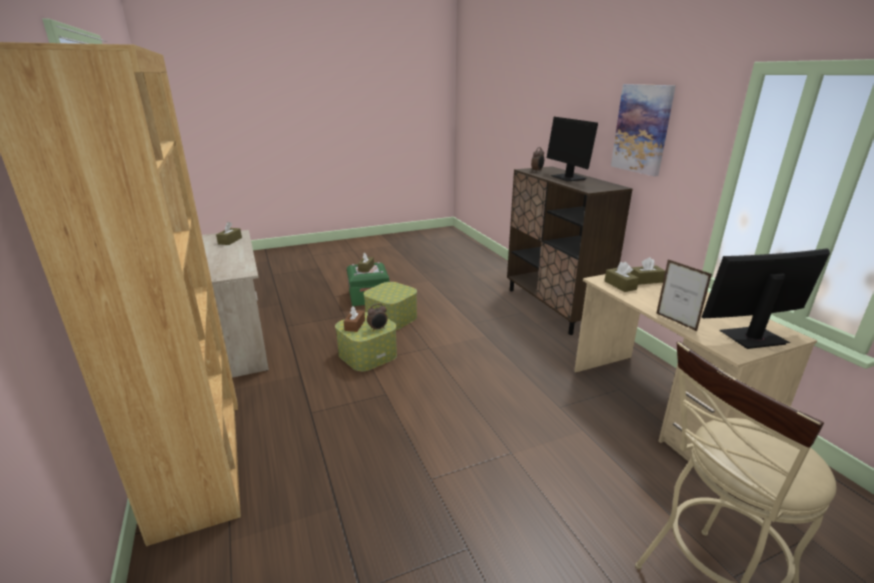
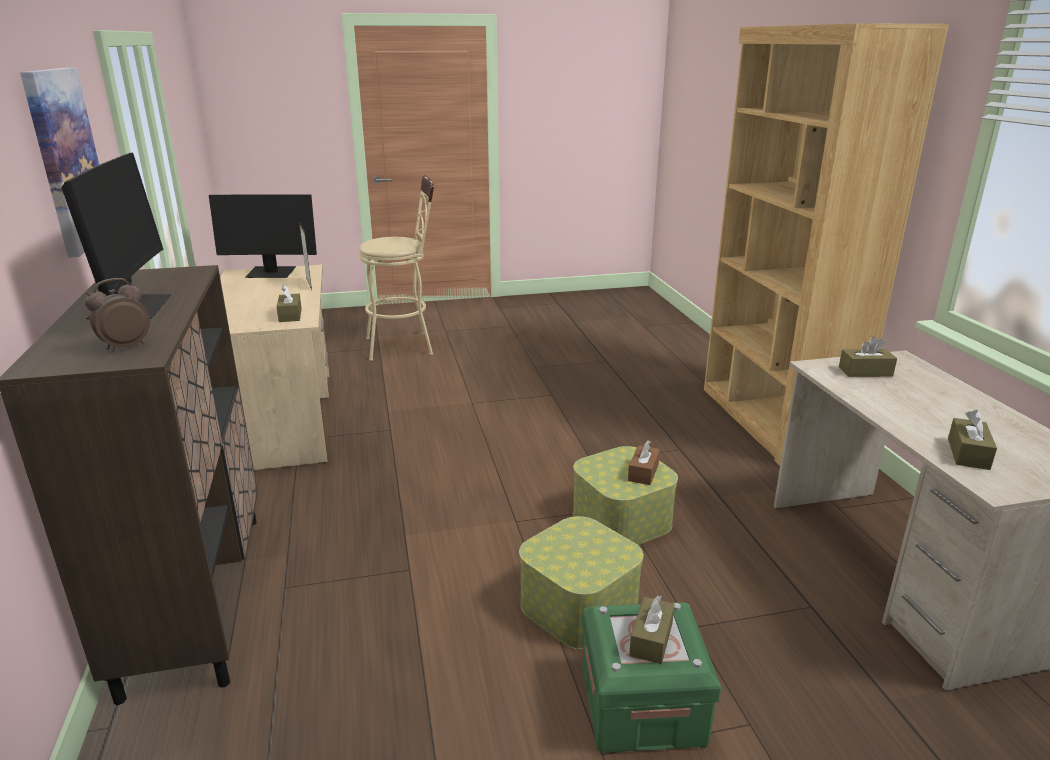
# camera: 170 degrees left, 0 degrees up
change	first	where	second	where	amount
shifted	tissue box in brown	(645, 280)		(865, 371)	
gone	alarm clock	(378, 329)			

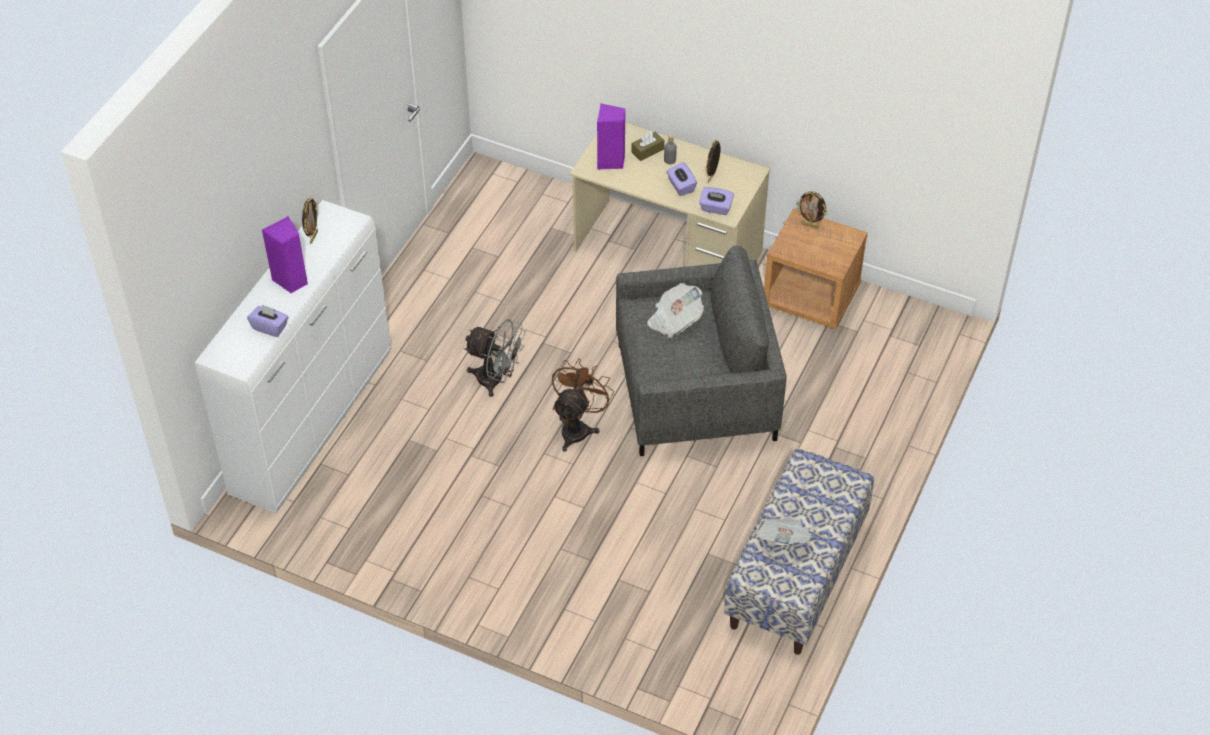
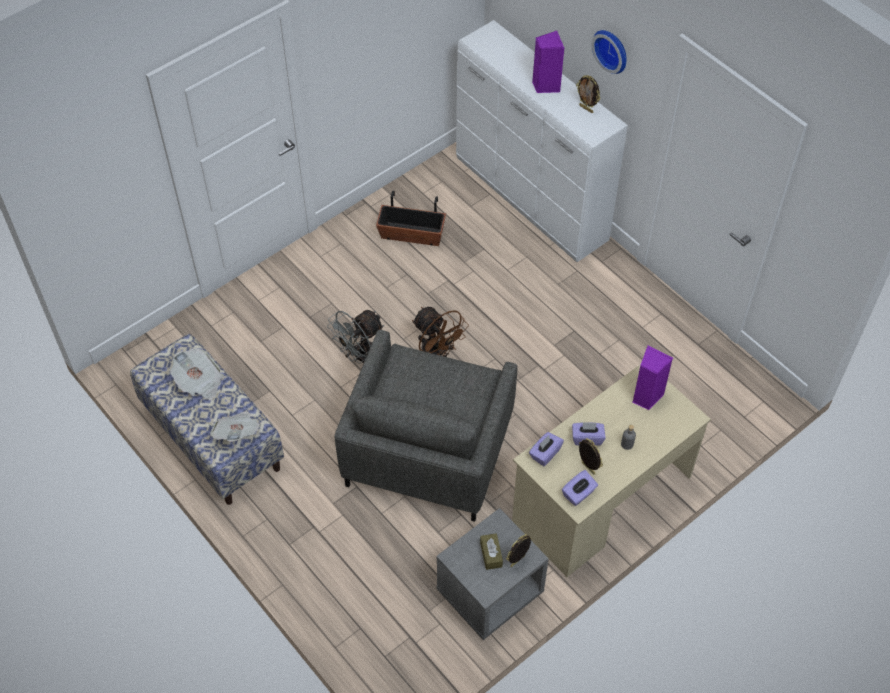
# camera: 115 degrees right, 5 degrees up
change	first	where	second	where	amount
shifted	tissue box in brown	(647, 150)		(491, 554)	
repainted	nightstand in brown	(811, 297)	nightstand in grey	(489, 593)	
shifted	newspaper	(674, 320)		(237, 433)	
shifted	tissue box in purple	(270, 327)		(579, 494)	
shifted	fan in grey	(496, 380)		(360, 357)	
new			wall clock	(612, 50)	
new			planter	(411, 234)	

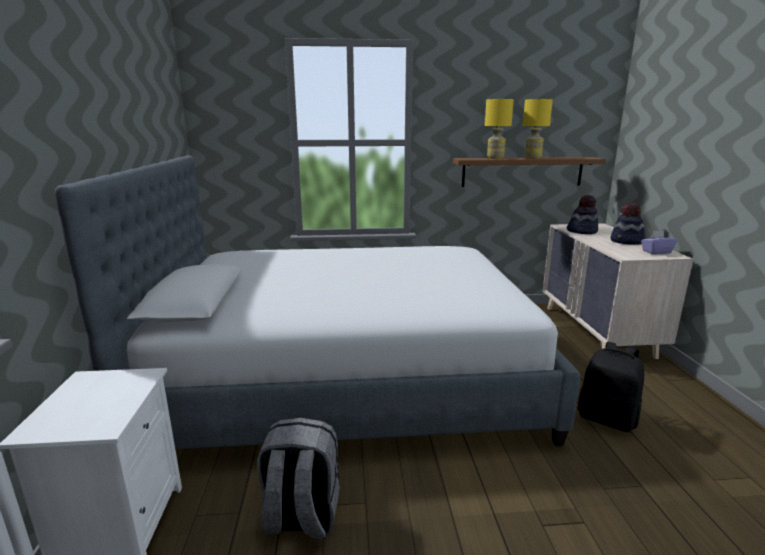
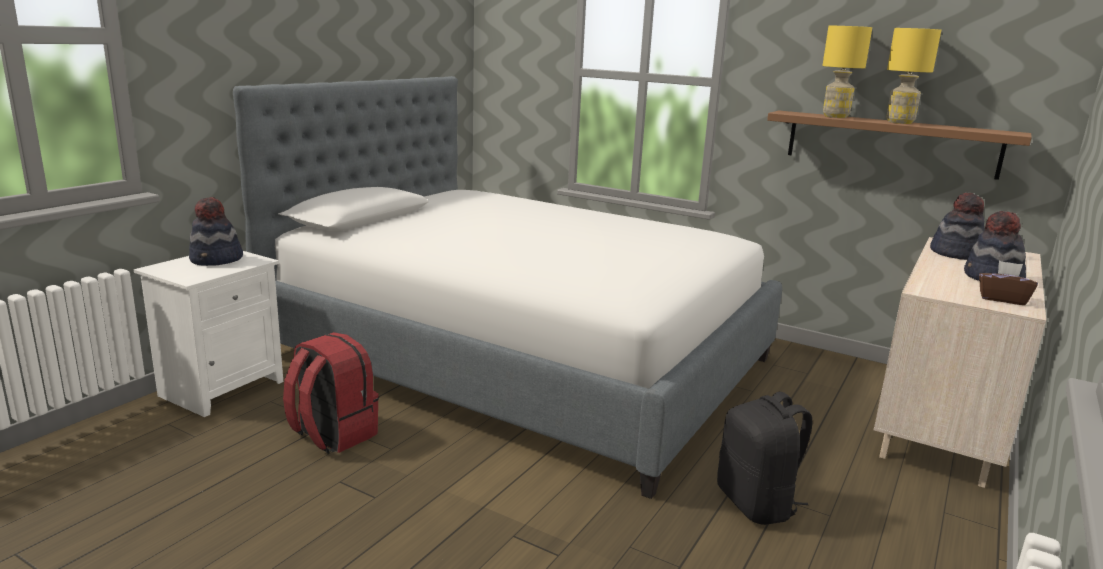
# camera: 35 degrees right, 0 degrees up
change	first	where	second	where	amount
repainted	tissue box in purple	(656, 252)	tissue box in brown	(1002, 299)	
repainted	backpack in grey	(301, 517)	backpack in red	(332, 435)	
new			hat	(217, 260)	

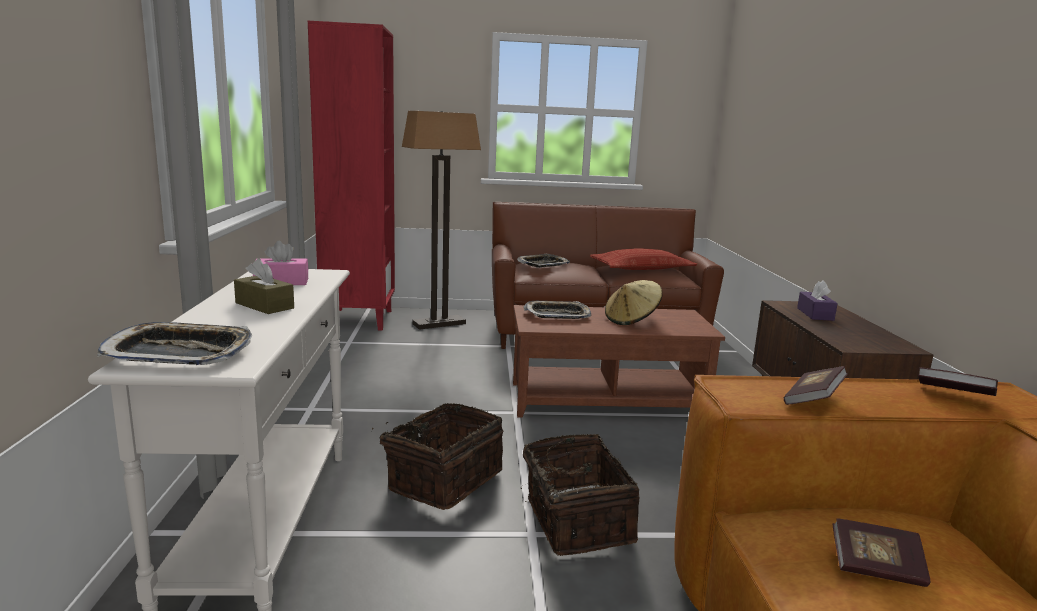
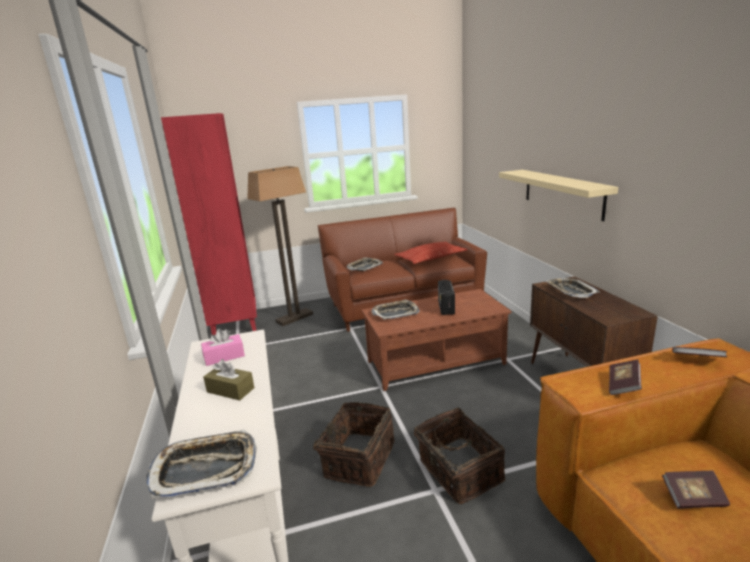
# camera: 10 degrees left, 5 degrees up
change	first	where	second	where	amount
swapped	hat in beige	(632, 320)	radio	(446, 308)	
swapped	tissue box in purple	(815, 314)	tray	(571, 291)	
new			shelf in beige	(562, 193)	

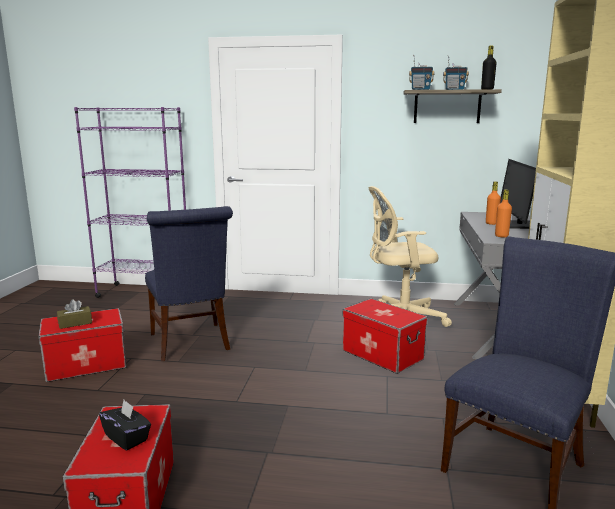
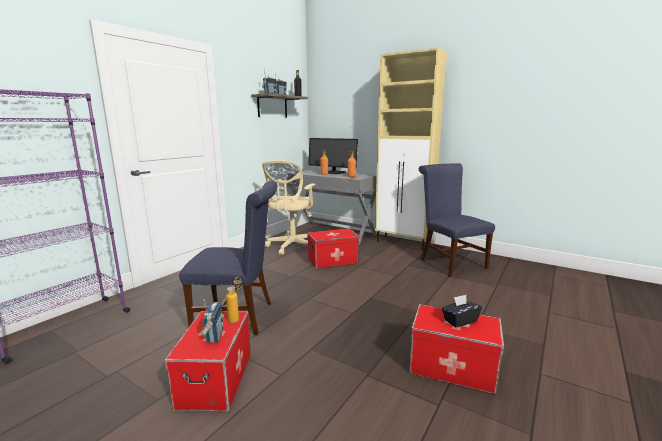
# camera: 65 degrees left, 0 degrees up
change	first	where	second	where	amount
swapped	tissue box in brown	(75, 323)	radio	(214, 336)	
new			bottle	(236, 318)	

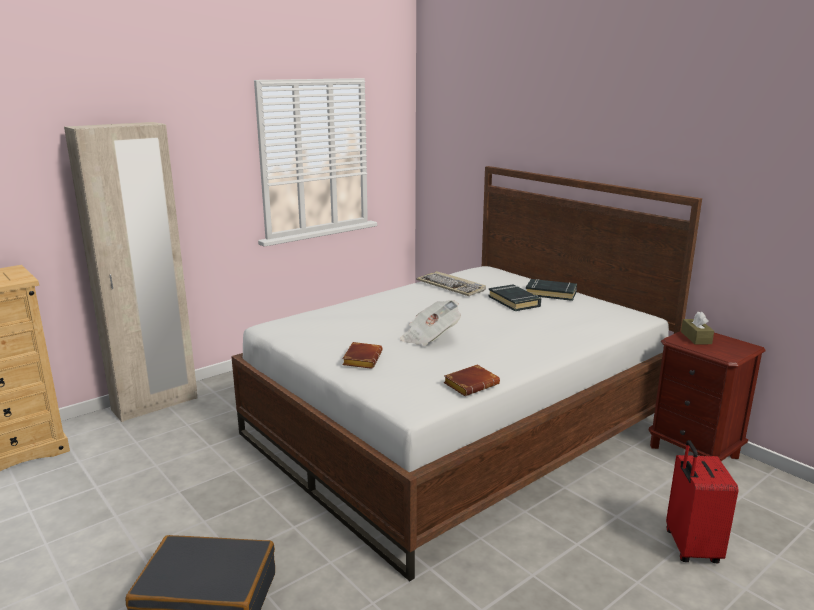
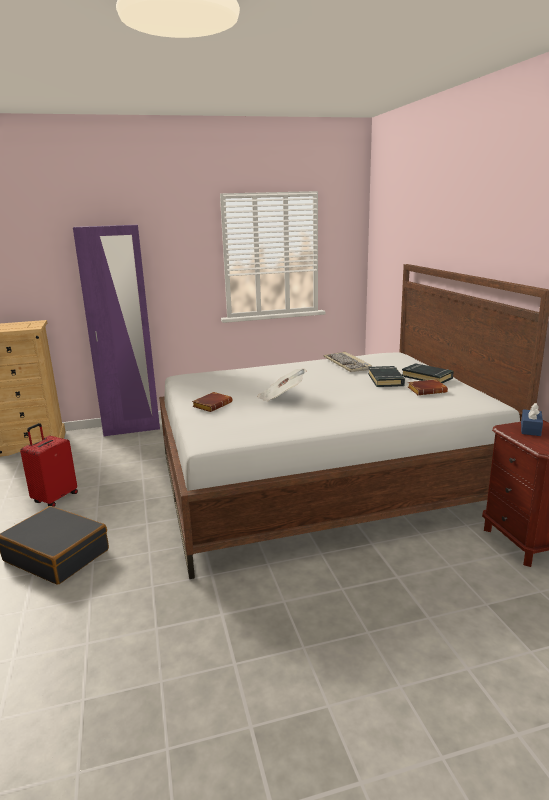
# camera: 25 degrees right, 0 degrees up
change	first	where	second	where	amount
repainted	wardrobe in beige	(155, 404)	wardrobe in purple	(131, 429)	
repainted	tissue box in brown	(696, 338)	tissue box in blue	(530, 429)	
shifted	book in brown	(471, 384)		(427, 390)	
shifted	suitcase in red	(690, 548)		(55, 498)	

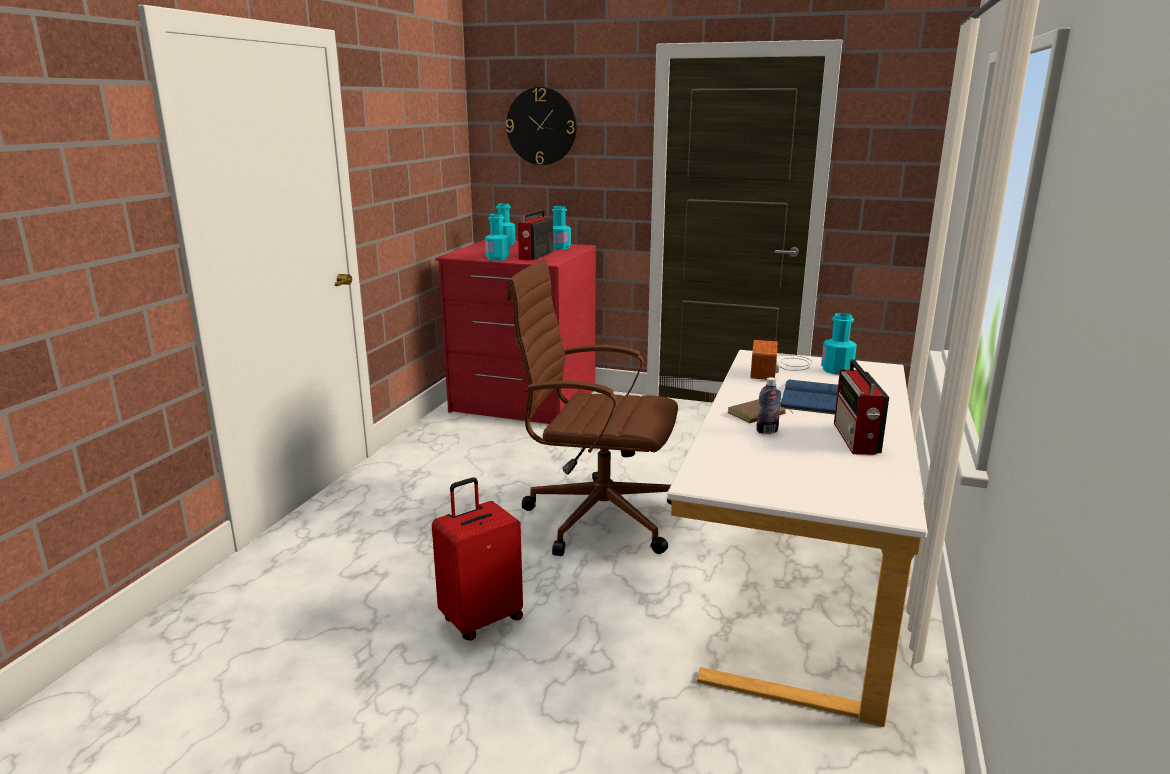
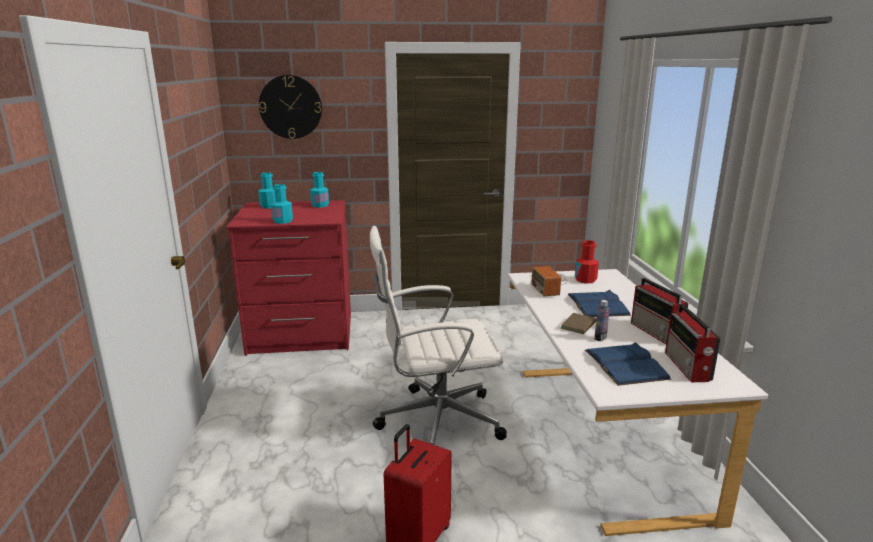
# camera: 25 degrees left, 0 degrees up
change	first	where	second	where	amount
shifted	radio	(535, 256)		(687, 367)	
repainted	office chair in brown	(597, 517)	office chair in white	(436, 421)	
repainted	bottle in turquoise	(837, 370)	bottle in red	(585, 280)	
new			book in blue	(625, 364)	

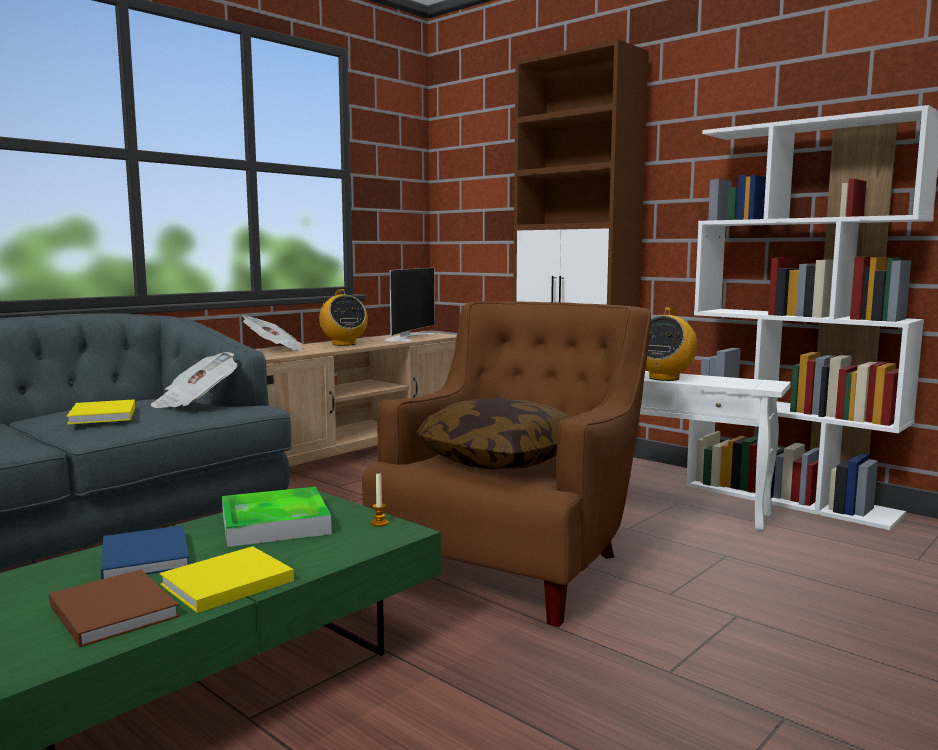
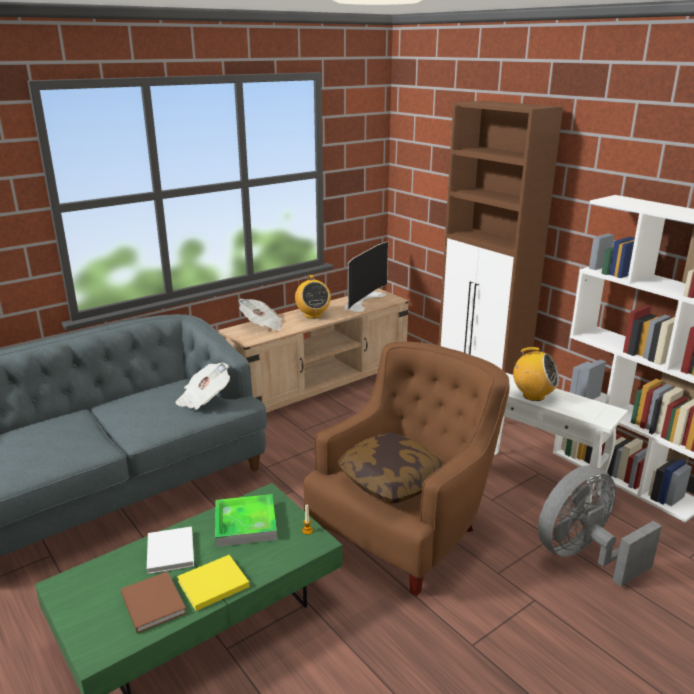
# camera: 10 degrees right, 15 degrees up
change	first	where	second	where	amount
rotated	radio	(664, 378)		(533, 396)	105 degrees counterclockwise
gone	book in yellow	(102, 415)			
repainted	book in blue	(145, 555)	book in white	(170, 550)	
new			fan in grey	(583, 555)	

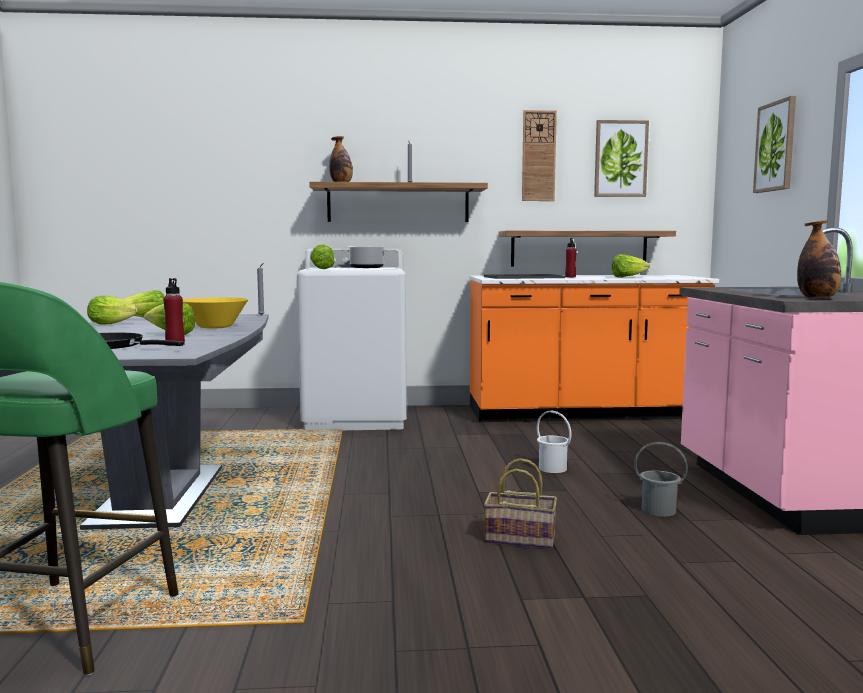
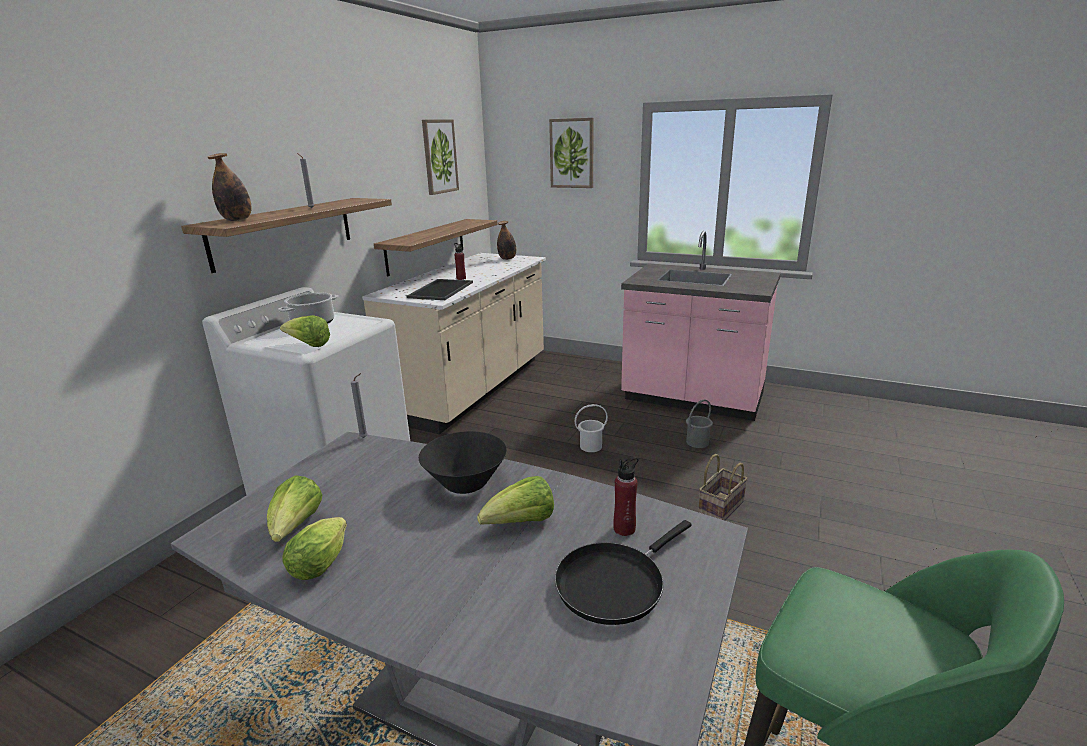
# camera: 60 degrees left, 15 degrees up
change	first	where	second	where	amount
gone	wall clock	(538, 156)			
shifted	bottle	(817, 298)		(507, 259)	
gone	lettuce	(627, 277)			
repainted	counter in orange	(583, 414)	counter in beige	(473, 388)	
repainted	bowl in yellow	(215, 327)	bowl in black	(465, 483)	

